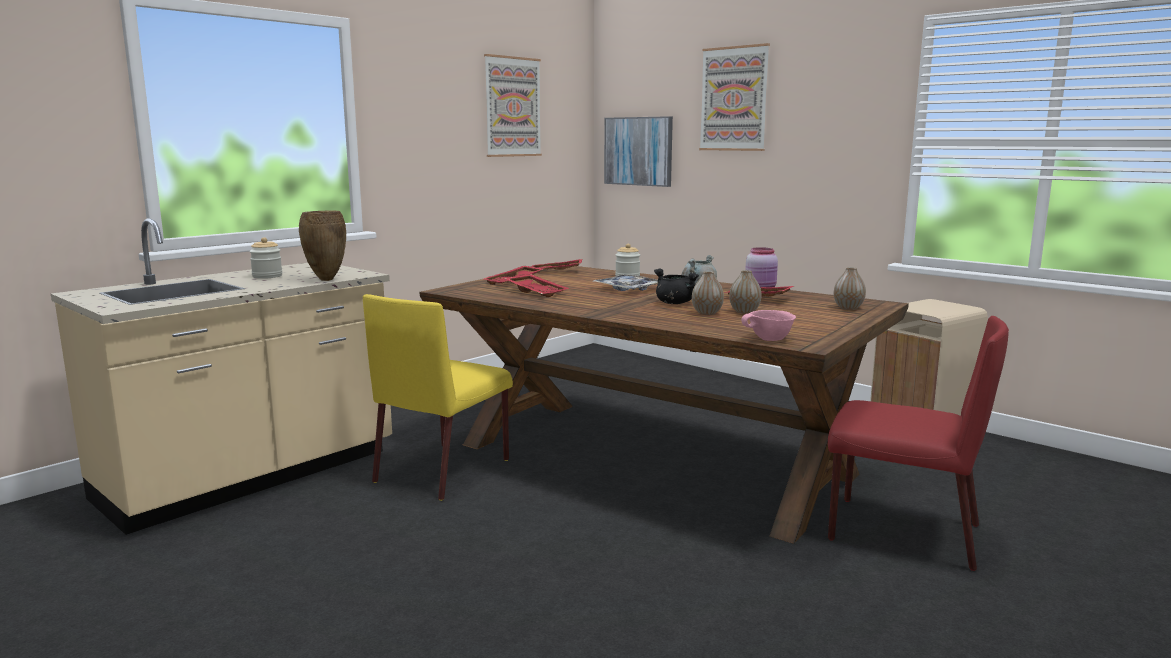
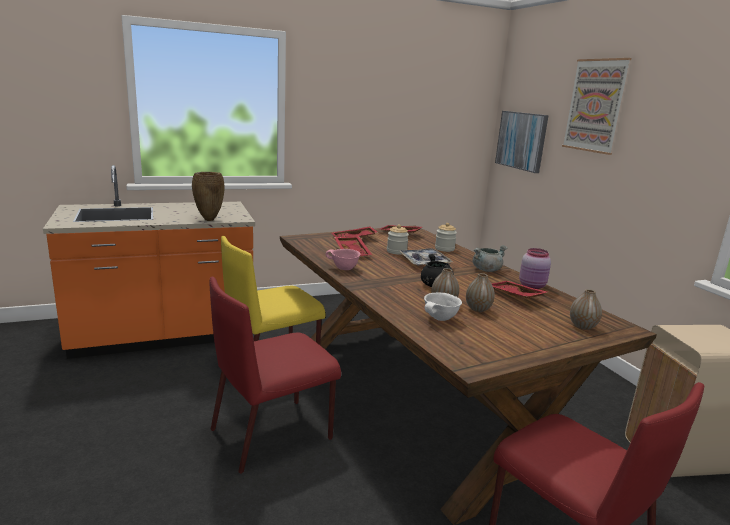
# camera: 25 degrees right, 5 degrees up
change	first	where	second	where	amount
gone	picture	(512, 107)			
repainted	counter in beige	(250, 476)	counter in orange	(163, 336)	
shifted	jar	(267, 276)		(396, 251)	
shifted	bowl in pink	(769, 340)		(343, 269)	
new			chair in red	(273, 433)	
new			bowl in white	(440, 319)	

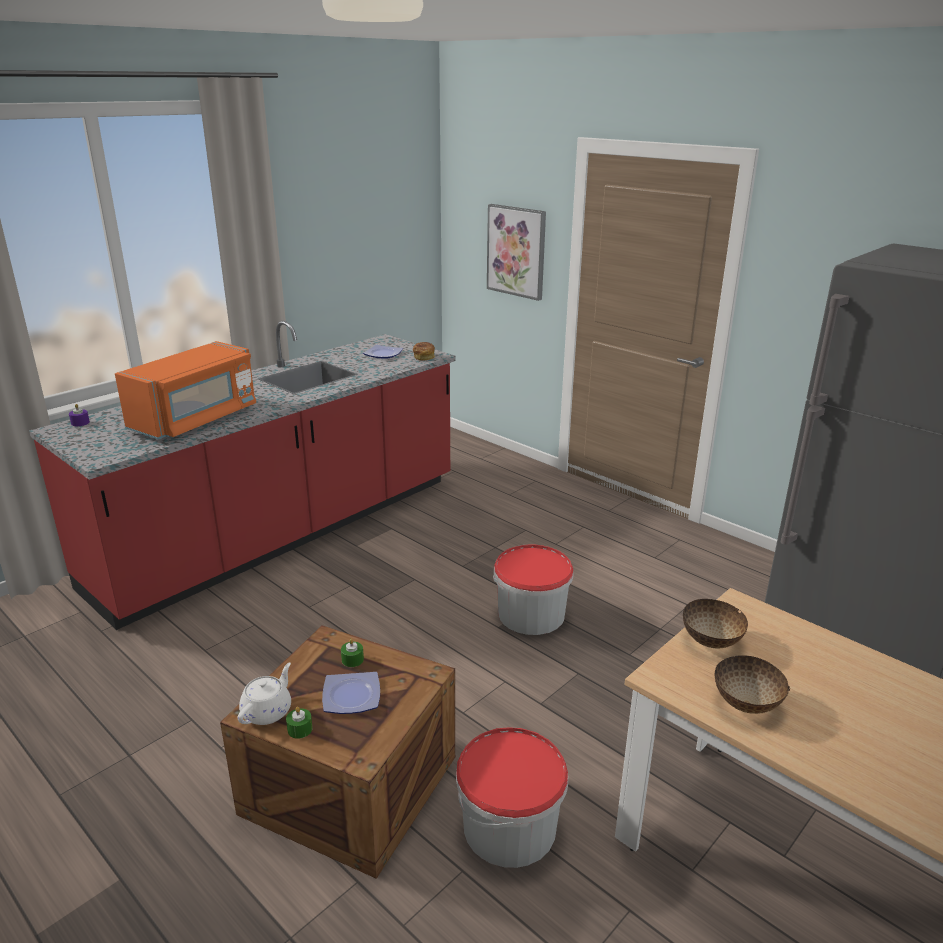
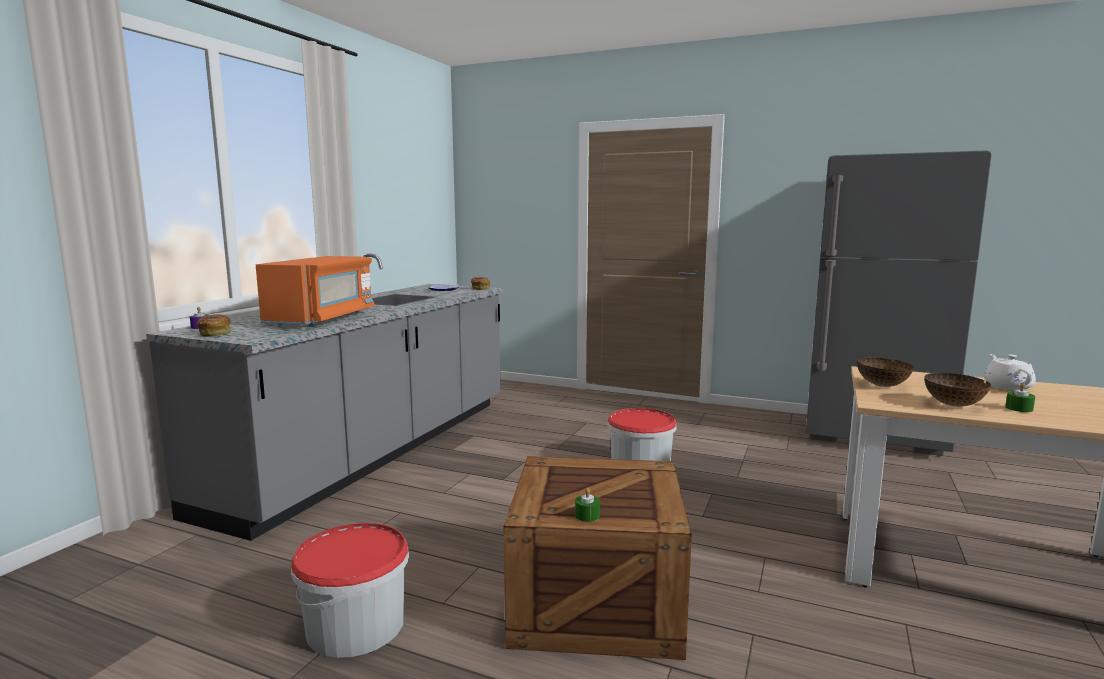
# camera: 20 degrees left, 15 degrees down
change	first	where	second	where	amount
gone	picture	(516, 251)			
repainted	counter in red	(284, 532)	counter in grey	(375, 450)	
shifted	candle in green	(352, 660)		(1019, 408)	
shifted	teapot in white	(267, 711)		(1007, 386)	
gone	plate	(350, 697)			
shifted	bucket	(510, 826)		(356, 625)	
new			bread	(215, 334)	

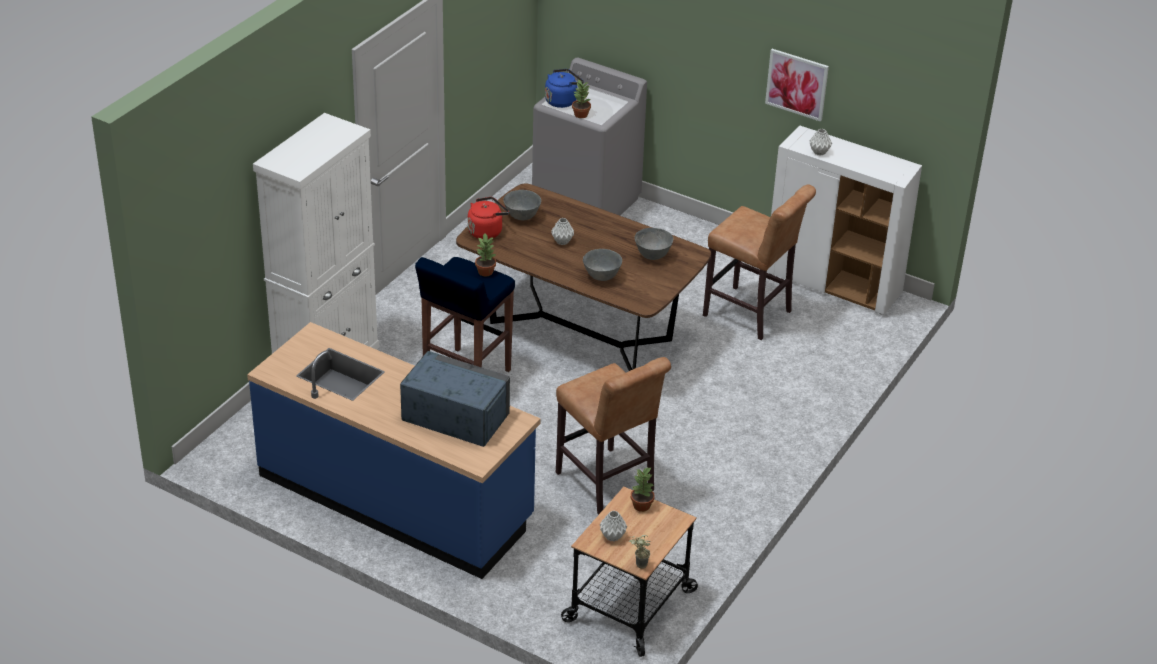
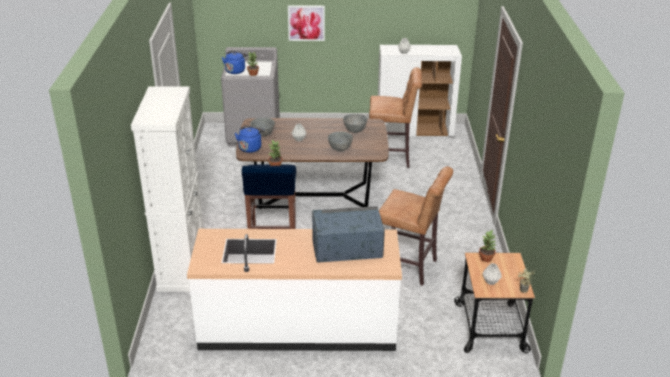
# camera: 30 degrees left, 5 degrees down
change	first	where	second	where	amount
shifted	picture	(797, 84)		(306, 23)	
repainted	kettle in red	(486, 231)	kettle in blue	(250, 147)	
repainted	counter in blue	(396, 497)	counter in white	(298, 325)	

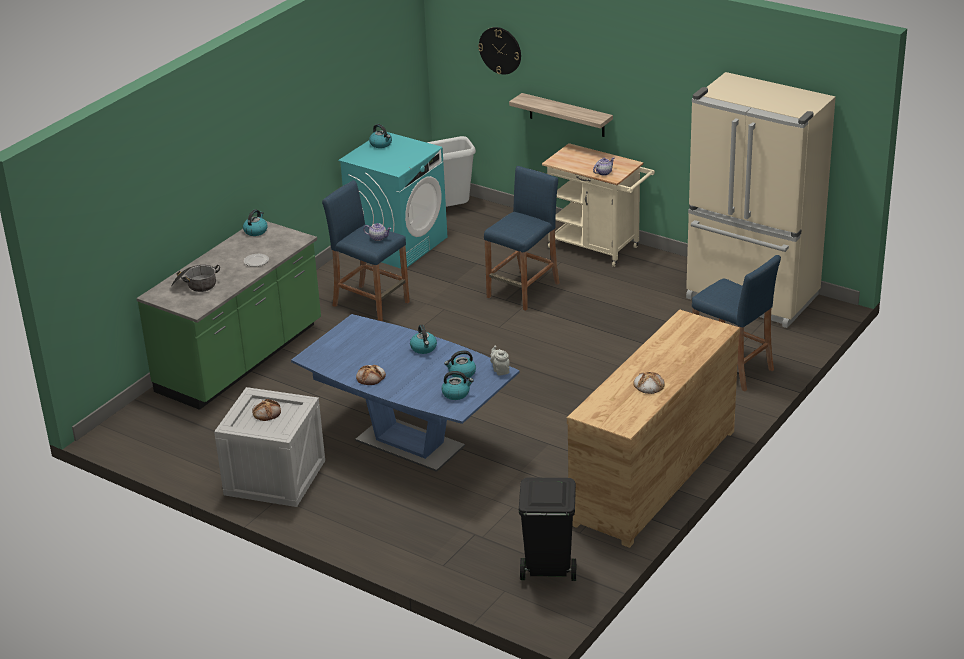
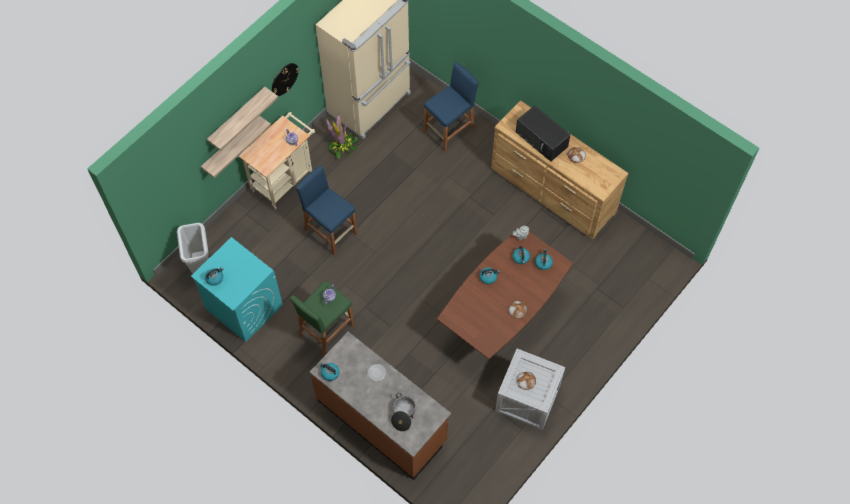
# camera: 85 degrees left, 30 degrees up
change	first	where	second	where	amount
shifted	wall clock	(500, 50)		(284, 79)	
repainted	stool in blue	(371, 304)	stool in green	(326, 330)	
repainted	counter in green	(241, 359)	counter in brown	(382, 420)	
repainted	dining table in blue	(409, 444)	dining table in brown	(502, 316)	
gone	trash can in black	(548, 569)			
new			shelf	(237, 117)	
new			microwave in black	(542, 139)	
new			potted plant	(342, 145)	

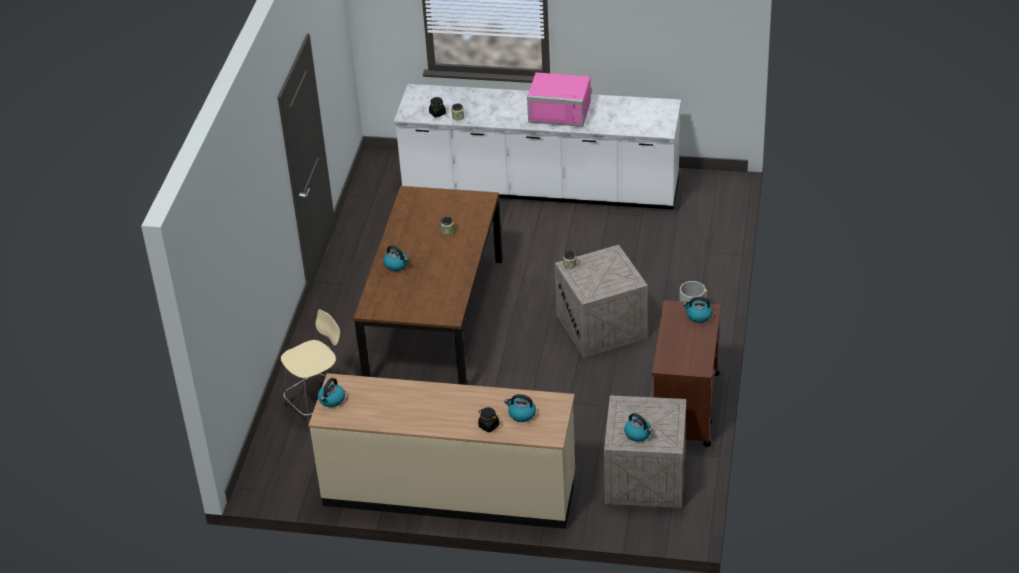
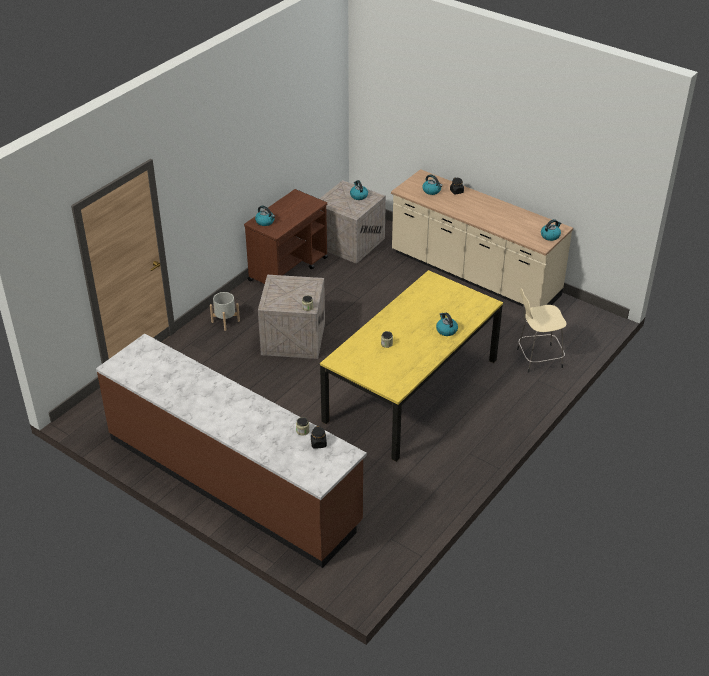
# camera: 155 degrees left, 0 degrees up
change	first	where	second	where	amount
gone	microwave in pink	(561, 111)			
repainted	counter in white	(541, 188)	counter in brown	(232, 480)	
repainted	dining table in brown	(435, 319)	dining table in yellow	(411, 390)	

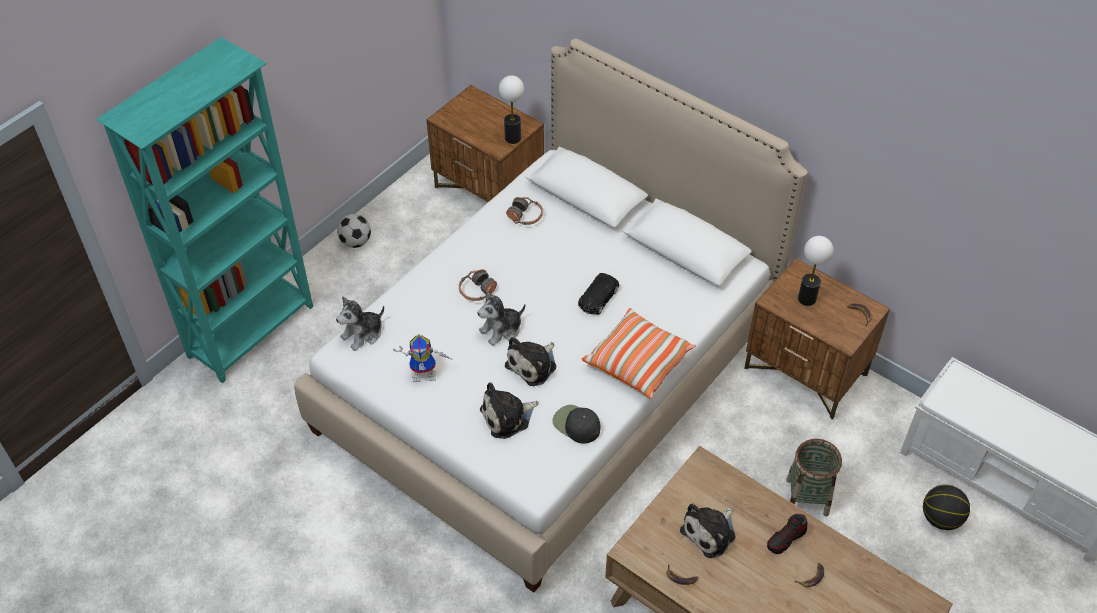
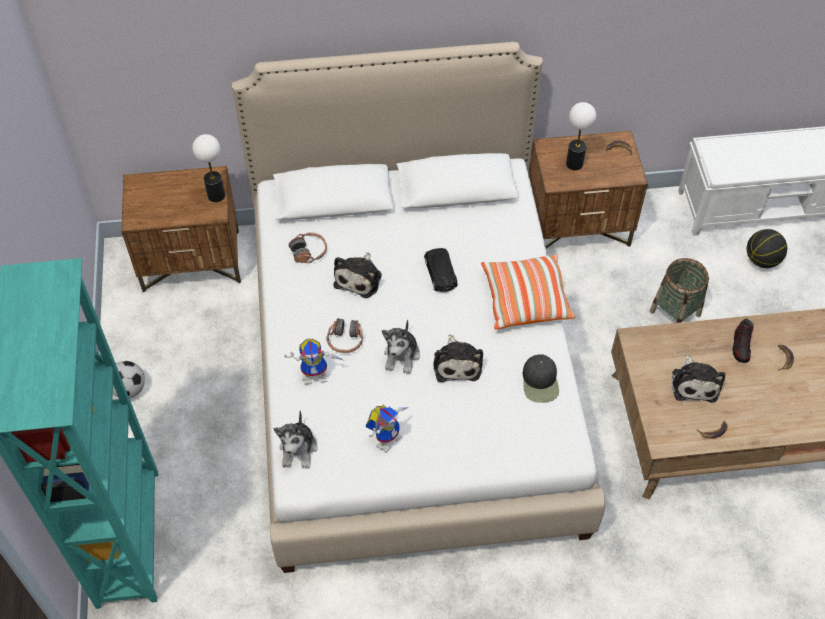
# camera: 45 degrees left, 5 degrees up
change	first	where	second	where	amount
shifted	plush toy	(508, 417)		(359, 278)	
rotated	cap in black	(576, 425)		(540, 382)	90 degrees counterclockwise
new			toy robot	(317, 374)	

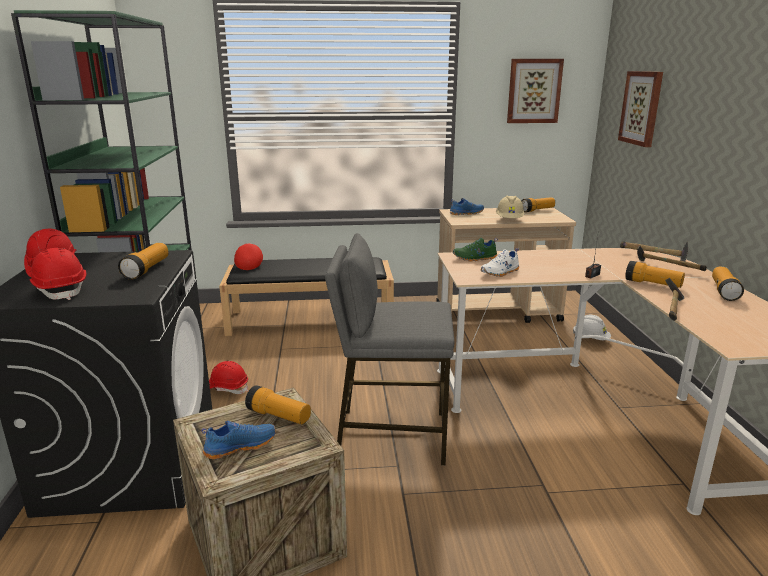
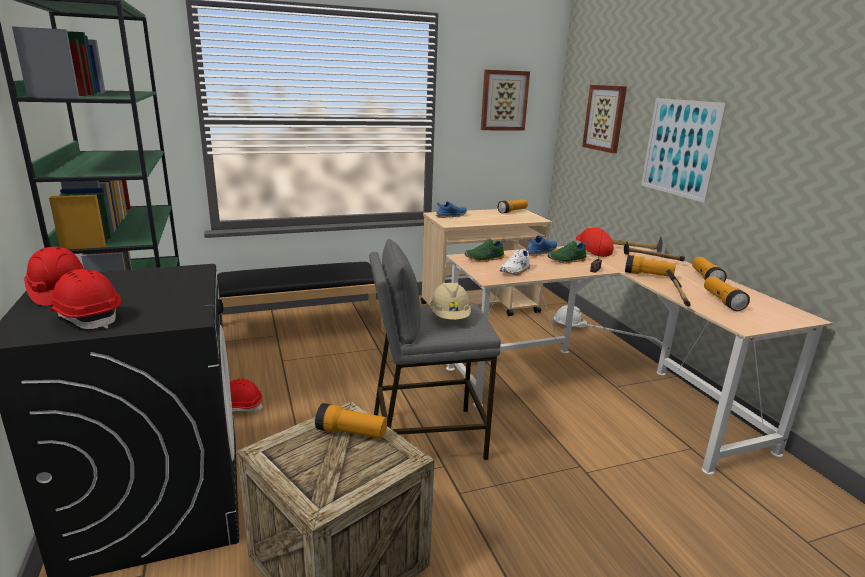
# camera: 15 degrees left, 0 degrees up
change	first	where	second	where	amount
shifted	hard hat in beige	(509, 220)		(450, 317)	
shifted	flashlight	(147, 270)		(722, 301)	
shifted	cap in red	(249, 264)		(592, 251)	
shifted	shoe in blue	(240, 446)		(540, 252)	
new			picture	(680, 148)	
new			shoe in green	(567, 261)	

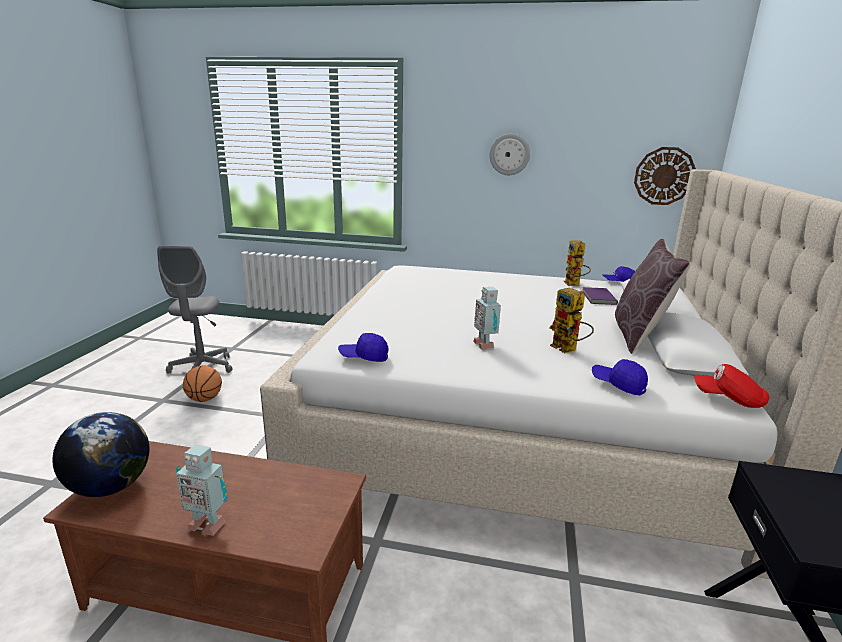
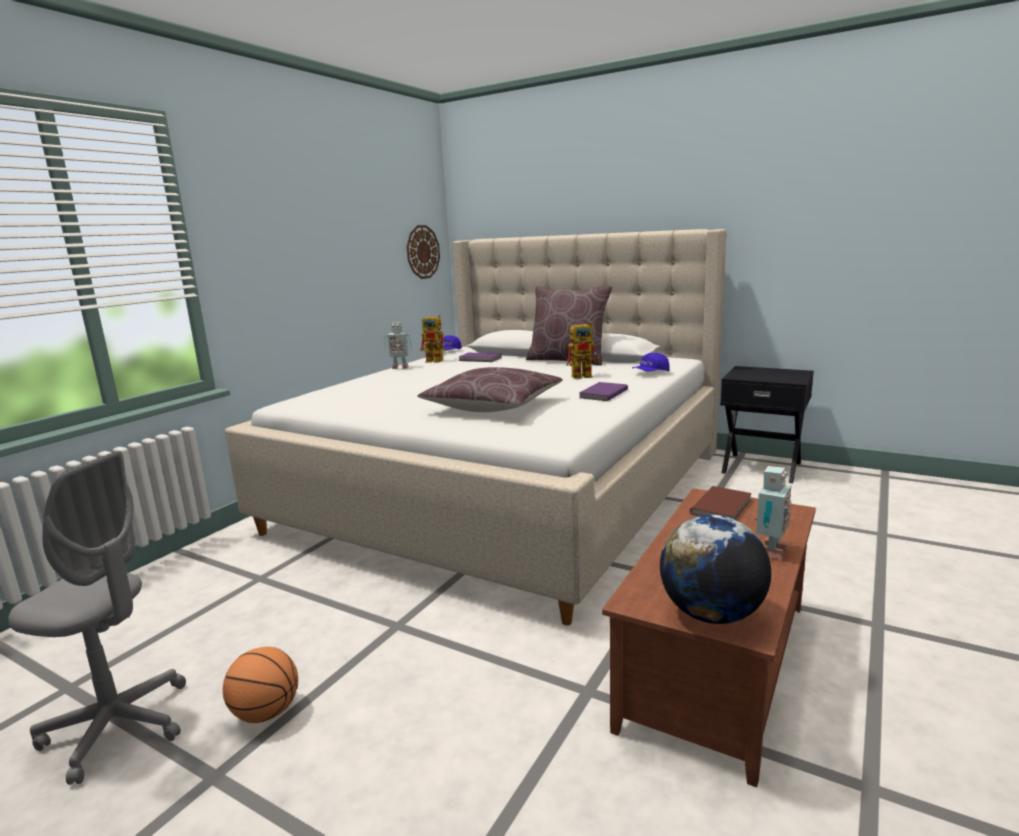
# camera: 70 degrees left, 5 degrees down
change	first	where	second	where	amount
gone	wall clock	(509, 154)			
shifted	toy robot	(485, 344)		(400, 367)	
gone	cap in blue	(364, 357)			
gone	cap in red	(728, 399)			
new			pillow in brown	(493, 406)	
new			book in purple	(602, 394)	
new			book in brown	(723, 507)	

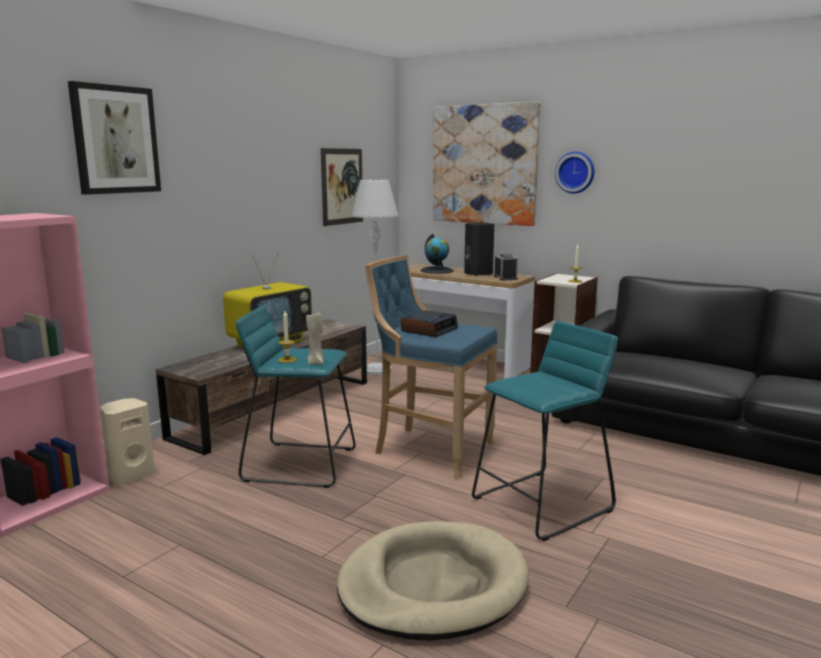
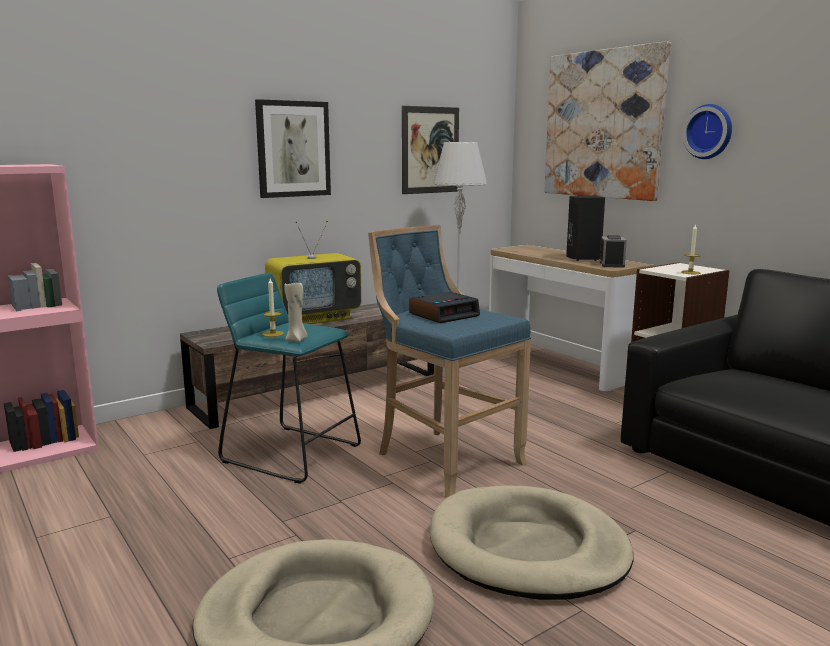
# camera: 20 degrees right, 0 degrees up
change	first	where	second	where	amount
shifted	picture	(115, 140)		(293, 149)	
gone	globe	(437, 270)			
swapped	stool in turquoise	(542, 504)	dog bed in beige	(527, 549)	
gone	speaker in beige	(130, 475)			

